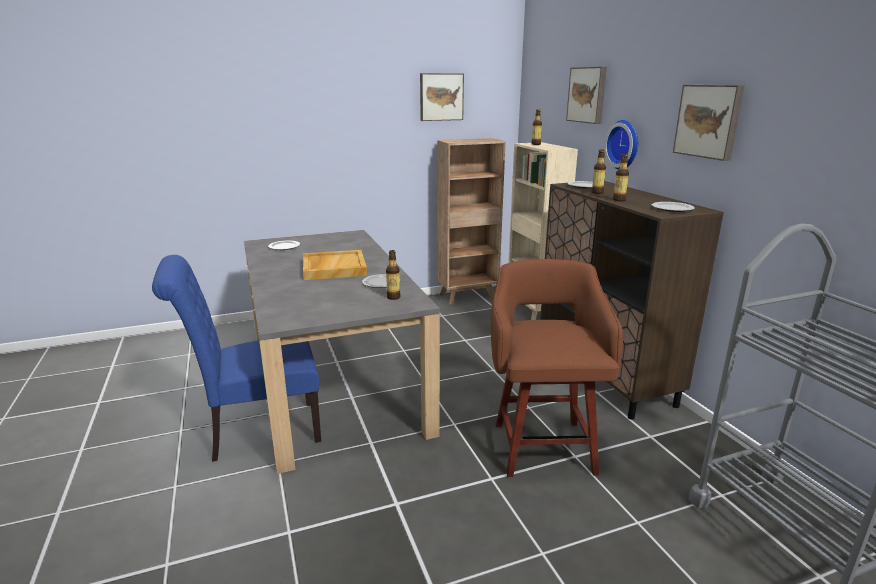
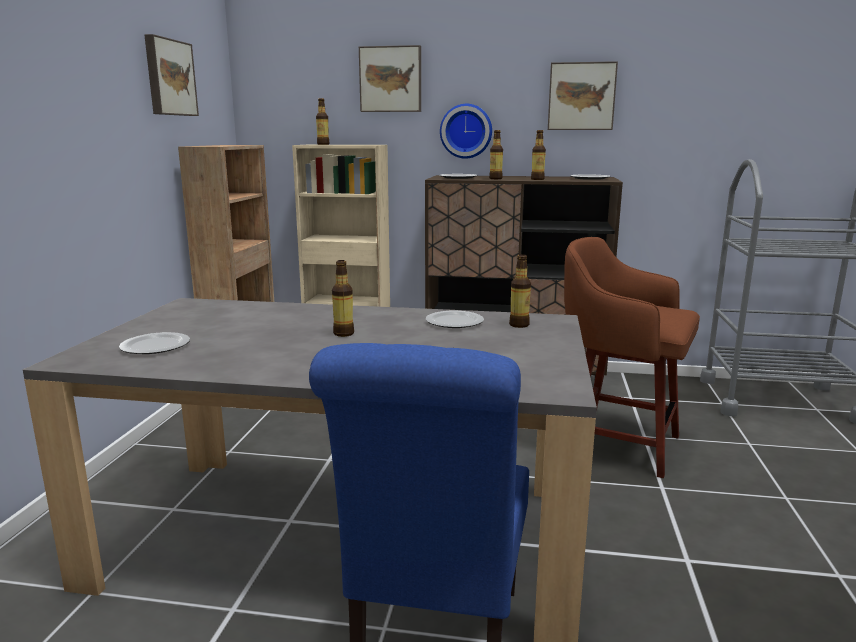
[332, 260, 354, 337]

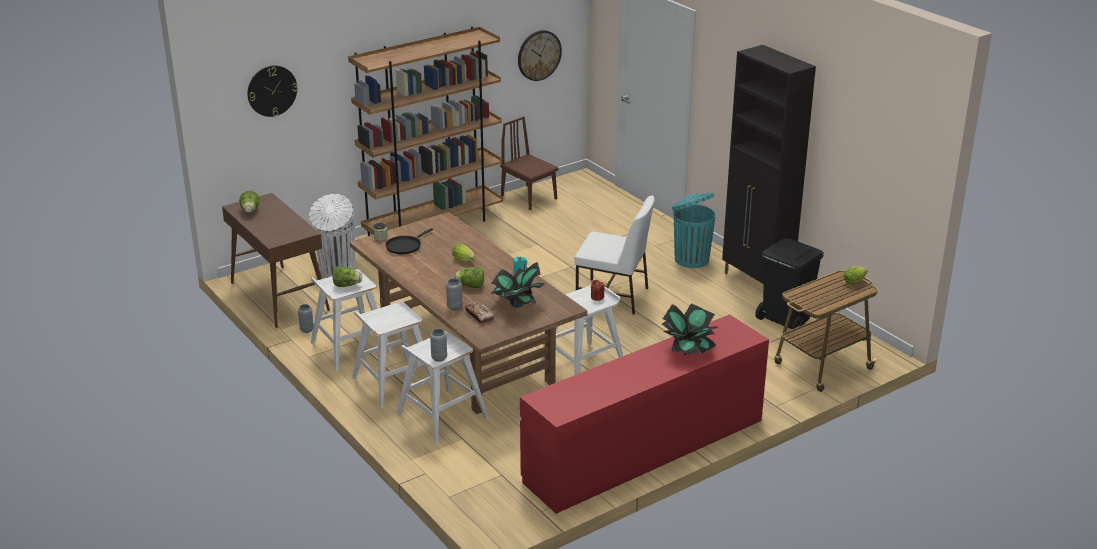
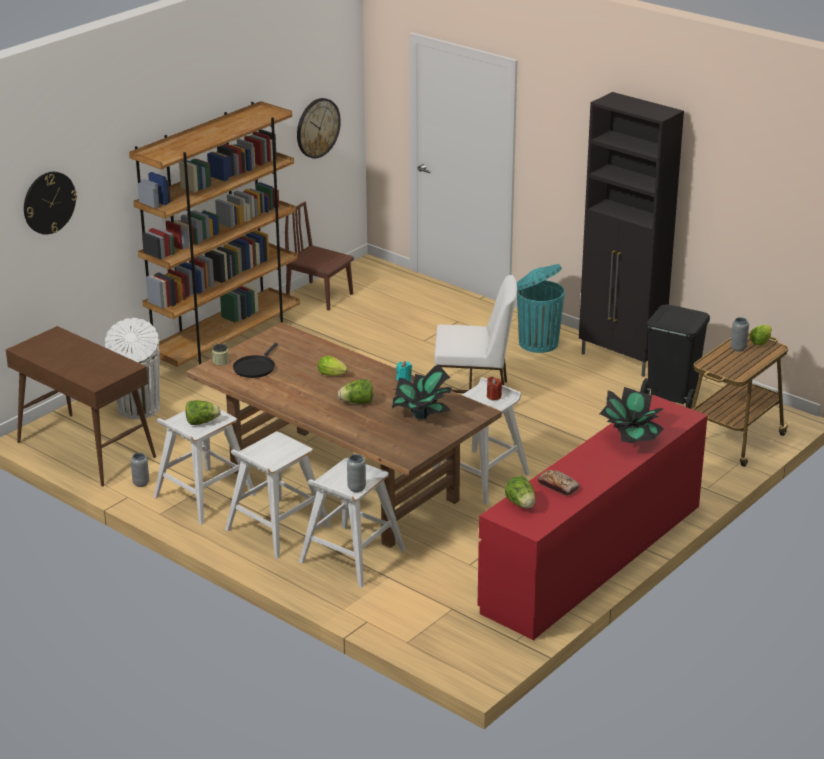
[505, 476, 535, 508]
[730, 317, 749, 352]
[537, 470, 580, 496]

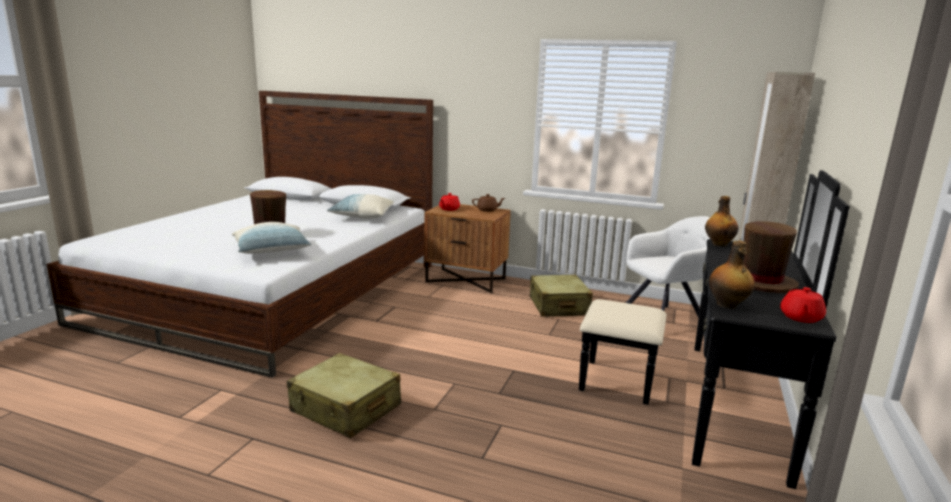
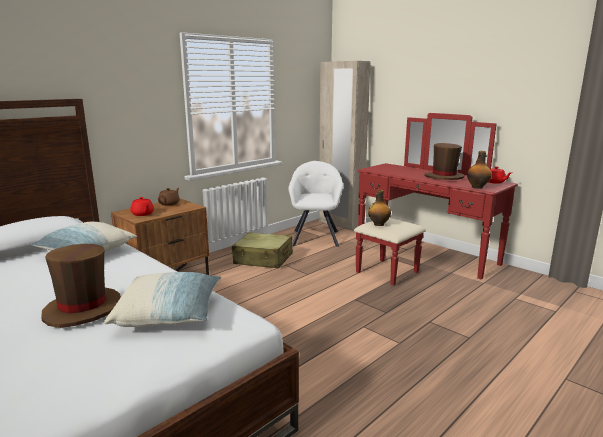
[287, 353, 401, 438] (first image)
[368, 190, 391, 226]
[354, 113, 518, 286]

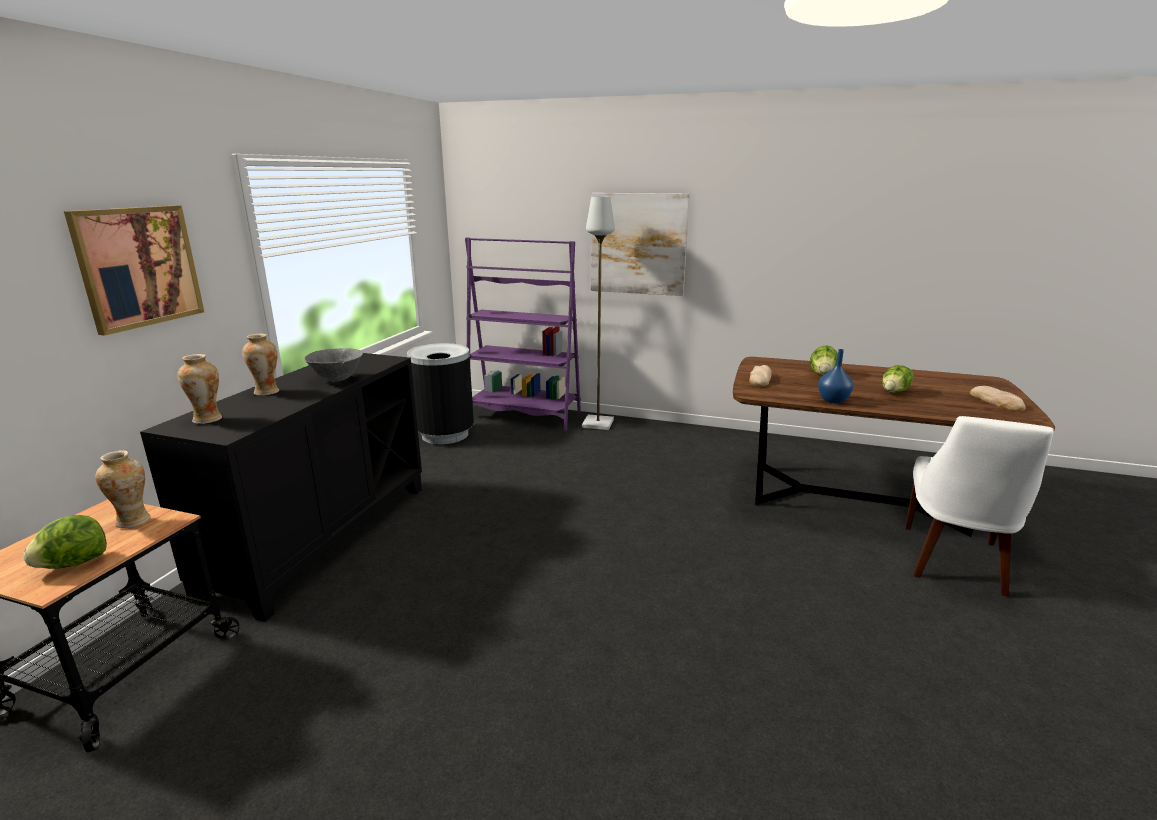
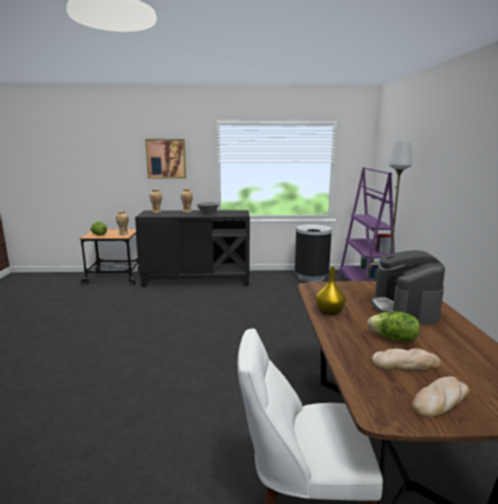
[591, 193, 690, 296] (first image)
[372, 348, 441, 371]
[371, 250, 445, 324]
[316, 266, 346, 315]

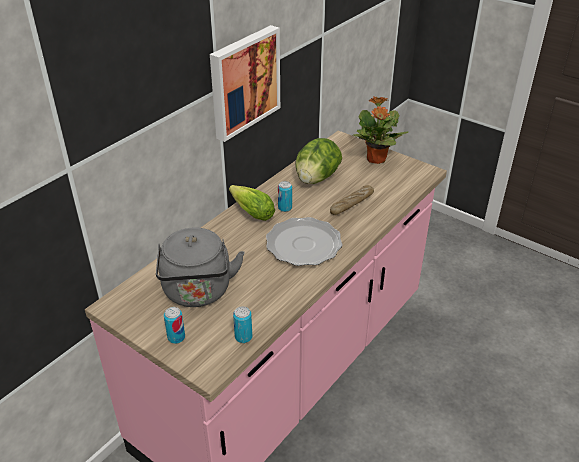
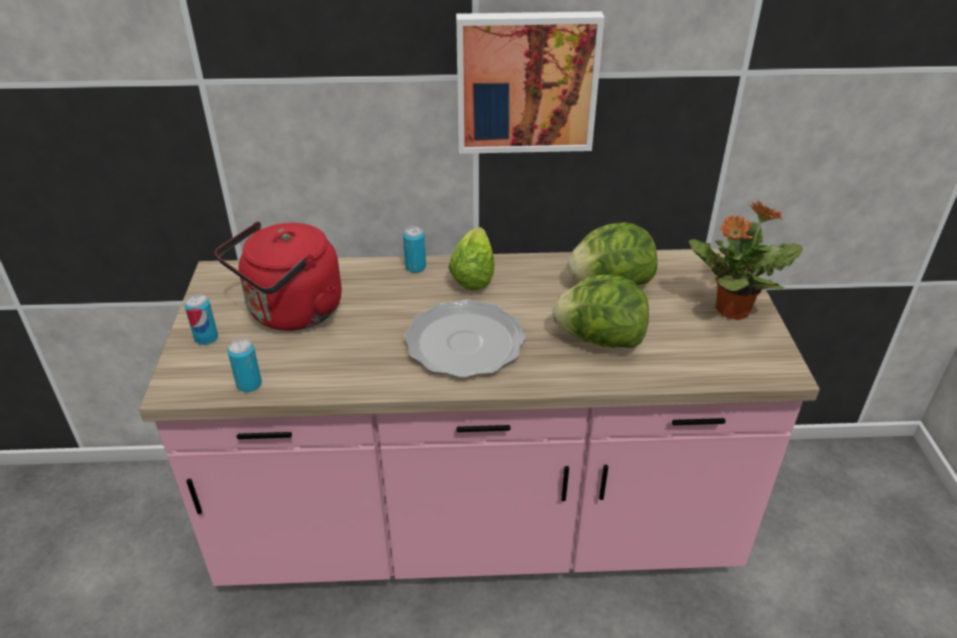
[403, 226, 426, 273]
[552, 275, 649, 348]
[215, 221, 342, 331]

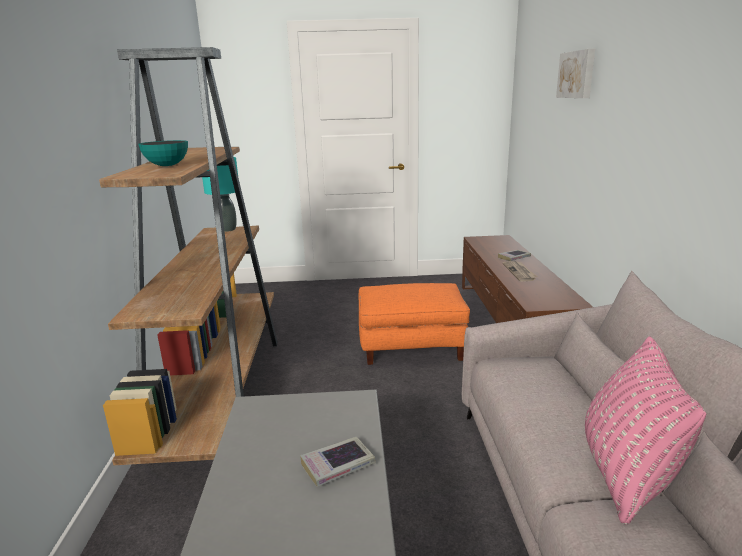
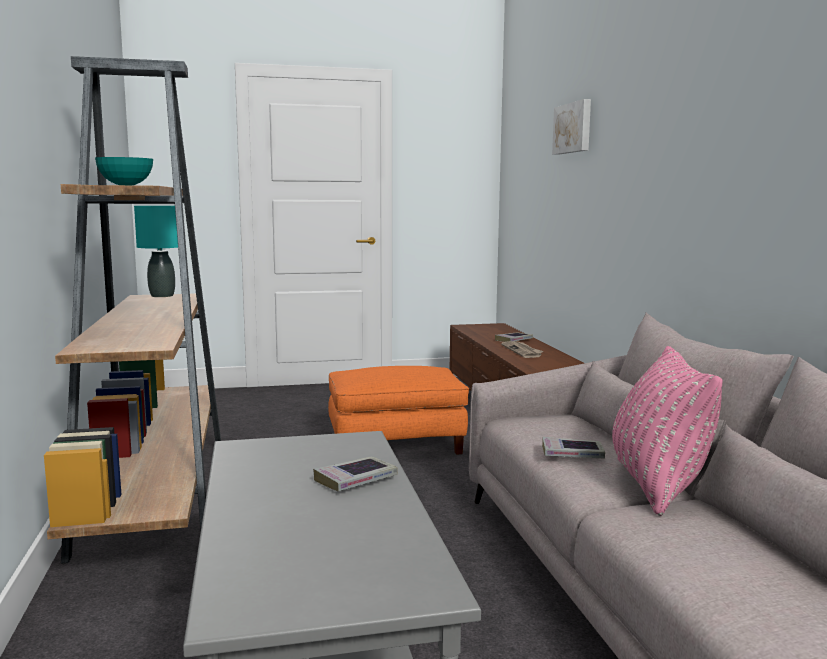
[542, 437, 605, 459]

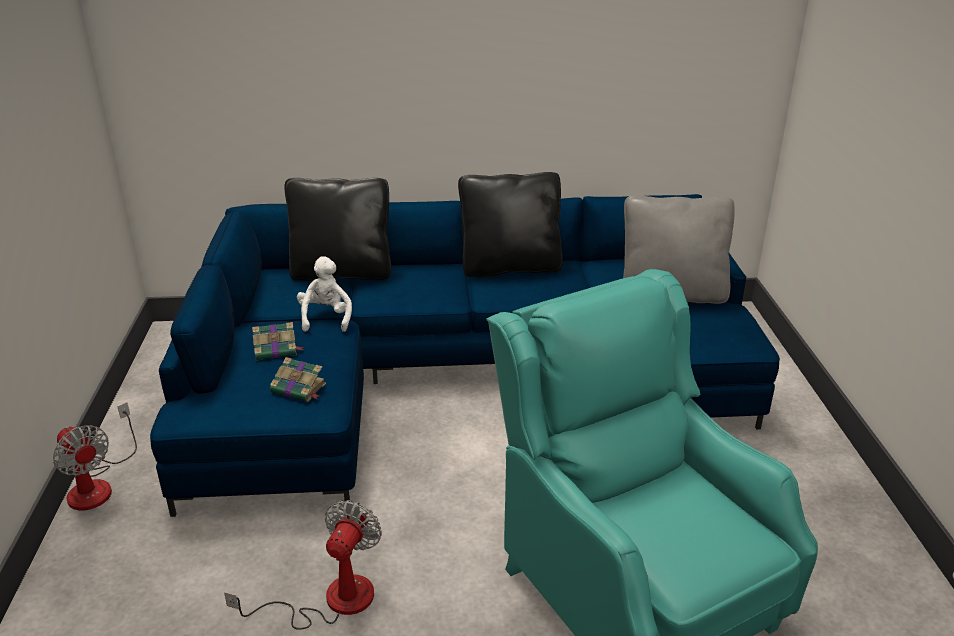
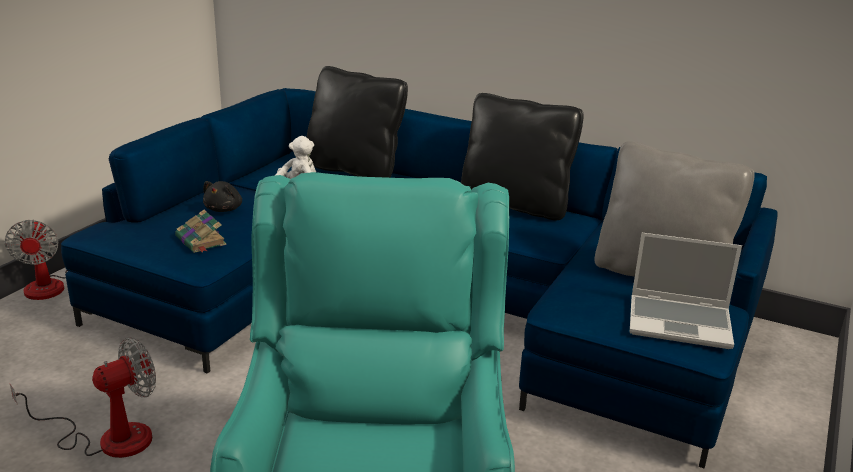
[630, 233, 742, 349]
[203, 181, 242, 212]

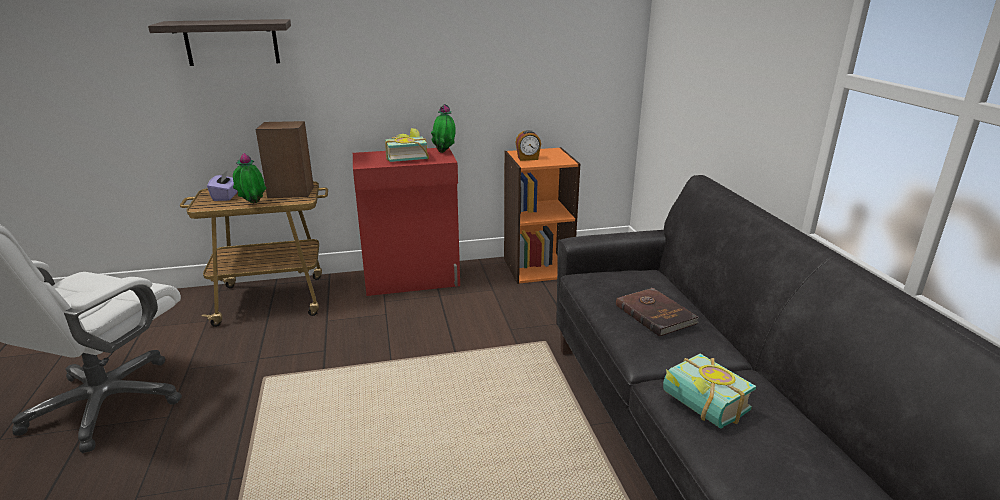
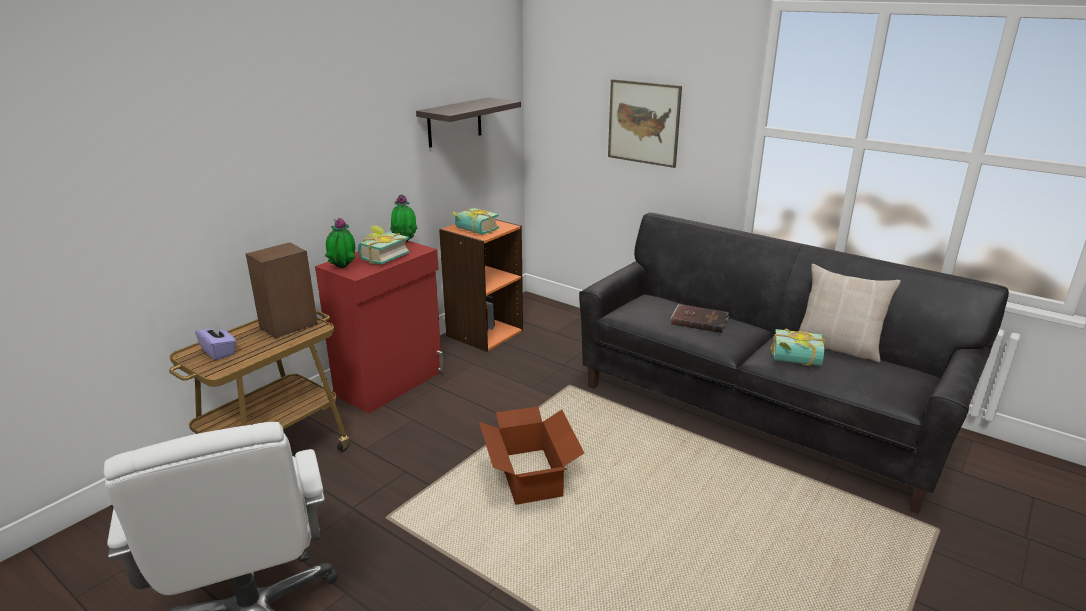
[479, 406, 584, 505]
[608, 79, 682, 168]
[799, 264, 901, 362]
[416, 97, 521, 148]
[325, 218, 356, 268]
[453, 208, 499, 235]

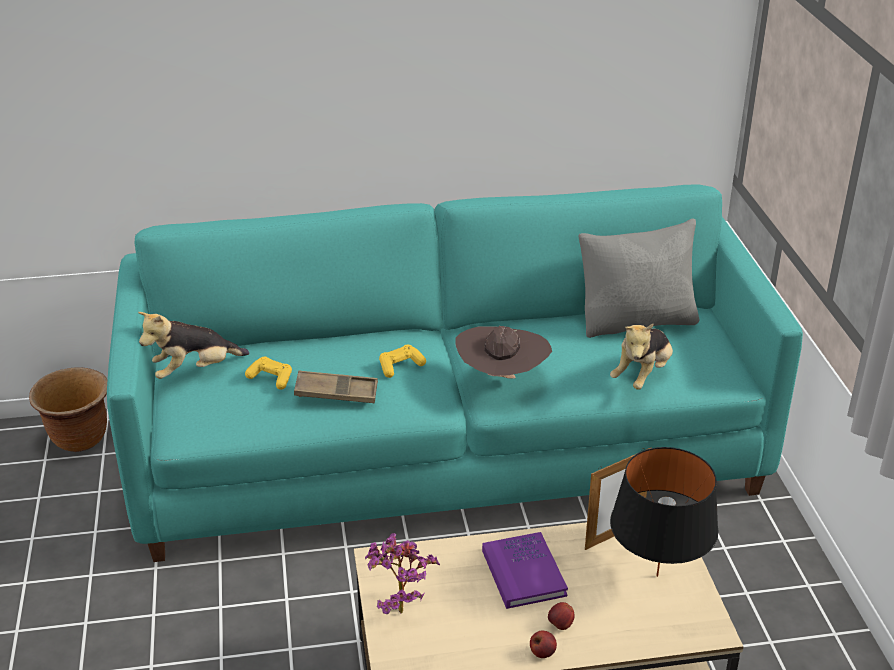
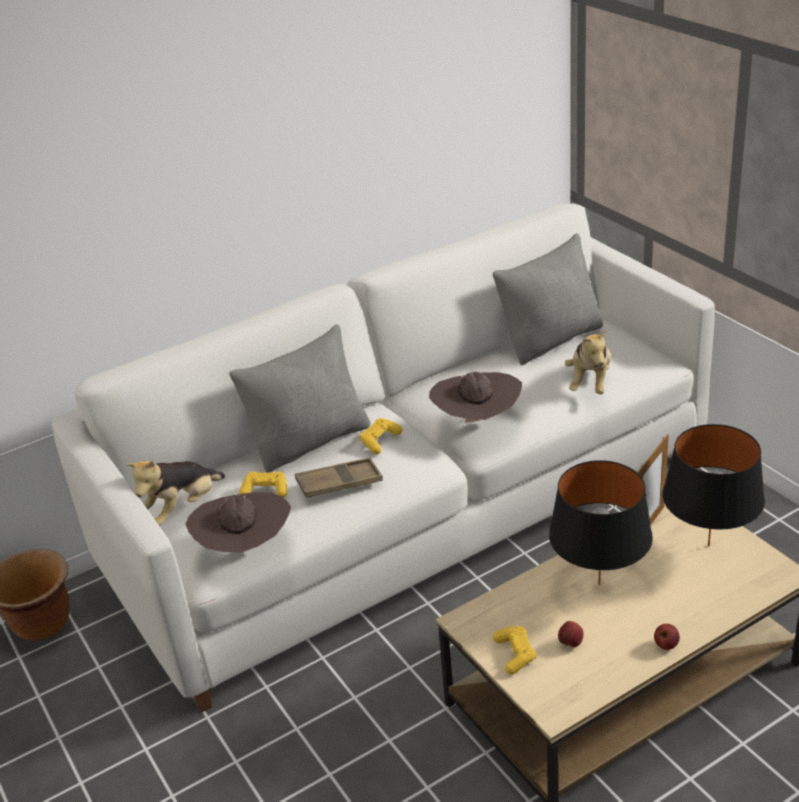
[185, 492, 291, 552]
[229, 324, 370, 473]
[558, 621, 583, 647]
[493, 626, 536, 674]
[549, 460, 653, 585]
[51, 204, 715, 713]

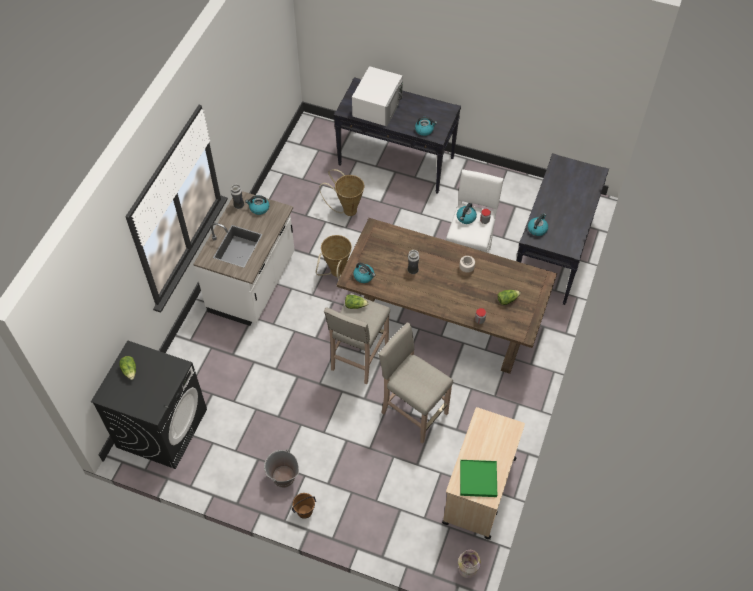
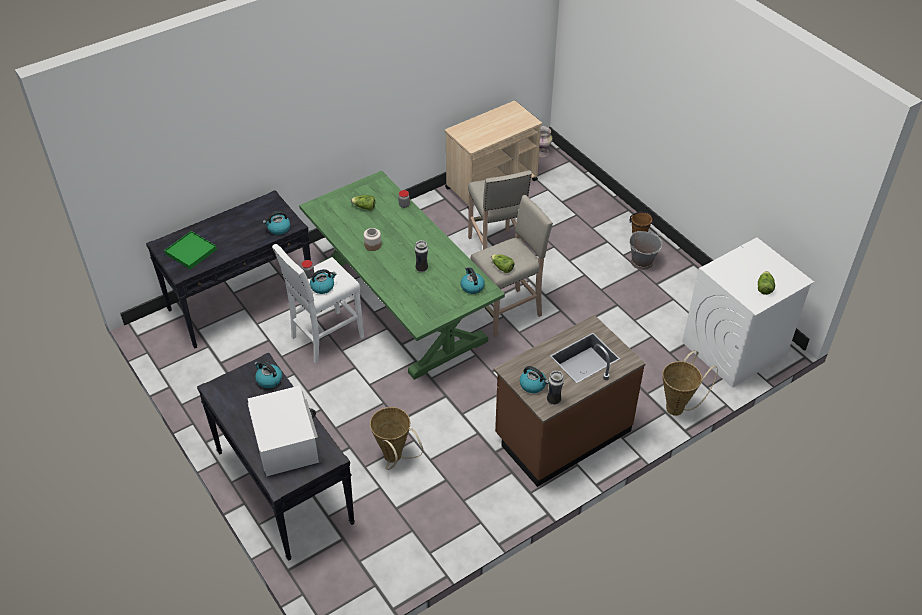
[663, 351, 718, 416]
[164, 231, 217, 269]
[682, 237, 814, 388]
[494, 315, 646, 487]
[299, 171, 505, 380]
[248, 386, 322, 477]

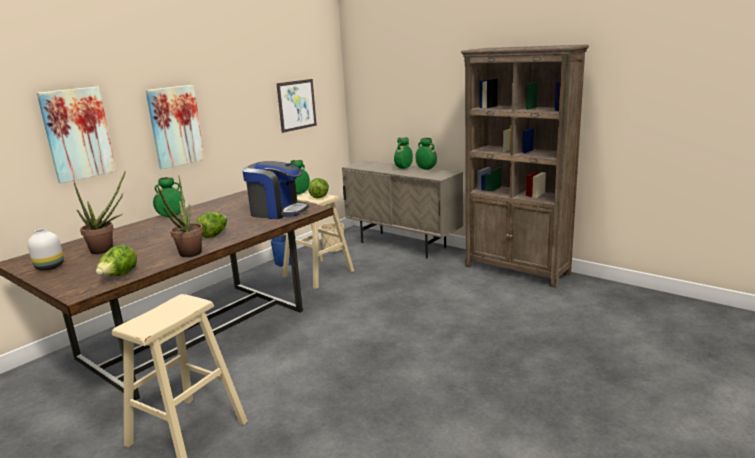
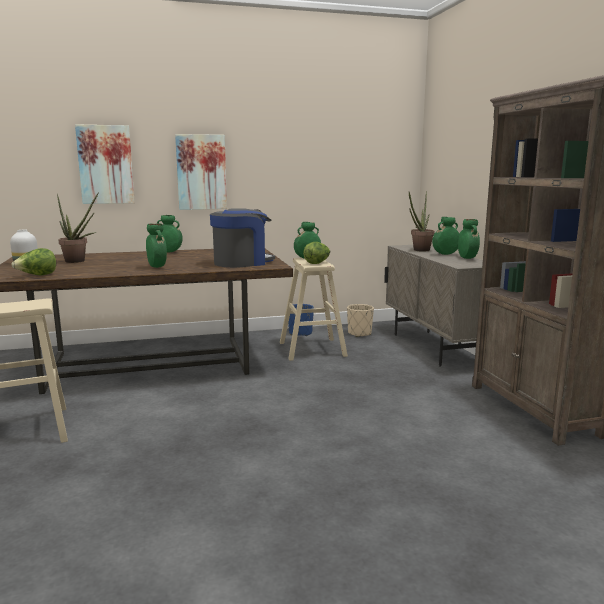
[276, 79, 317, 133] (first image)
[409, 191, 435, 251]
[146, 223, 167, 268]
[210, 208, 275, 268]

